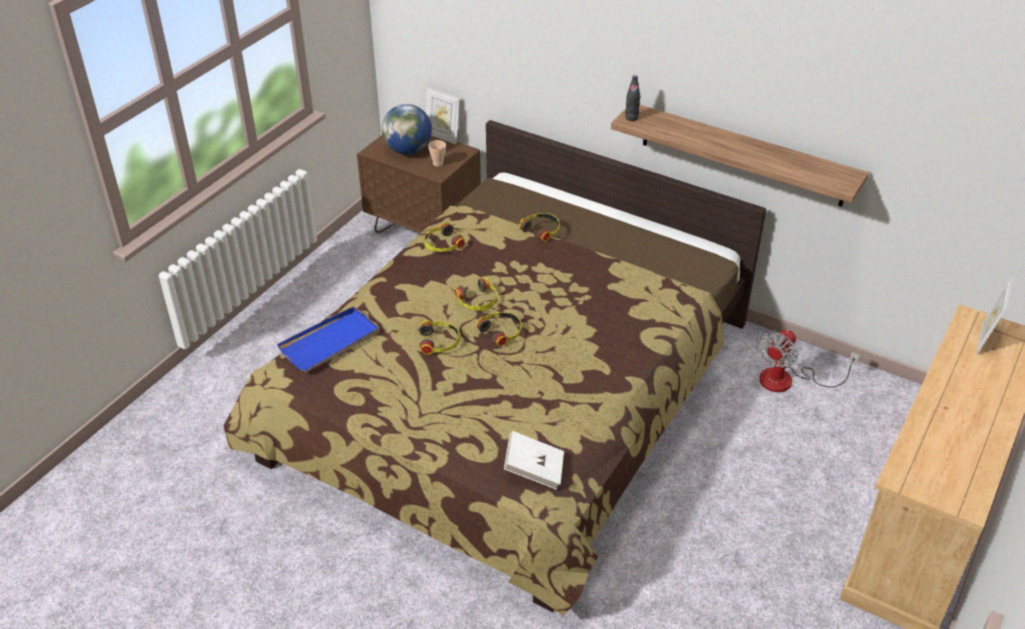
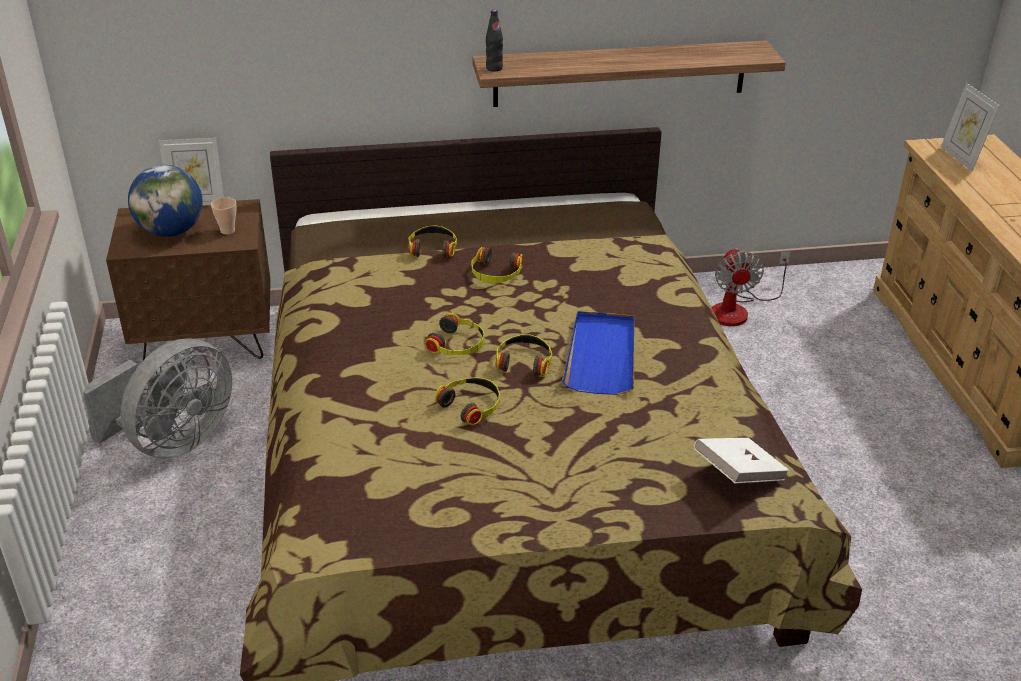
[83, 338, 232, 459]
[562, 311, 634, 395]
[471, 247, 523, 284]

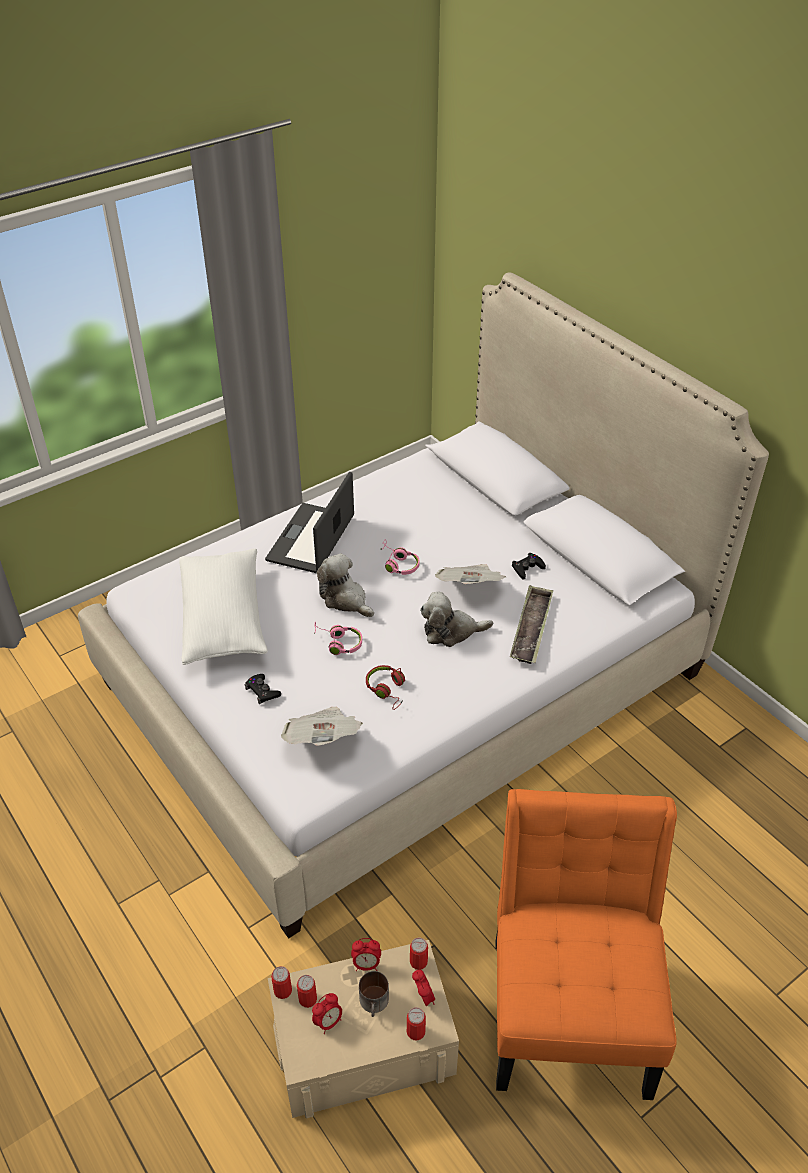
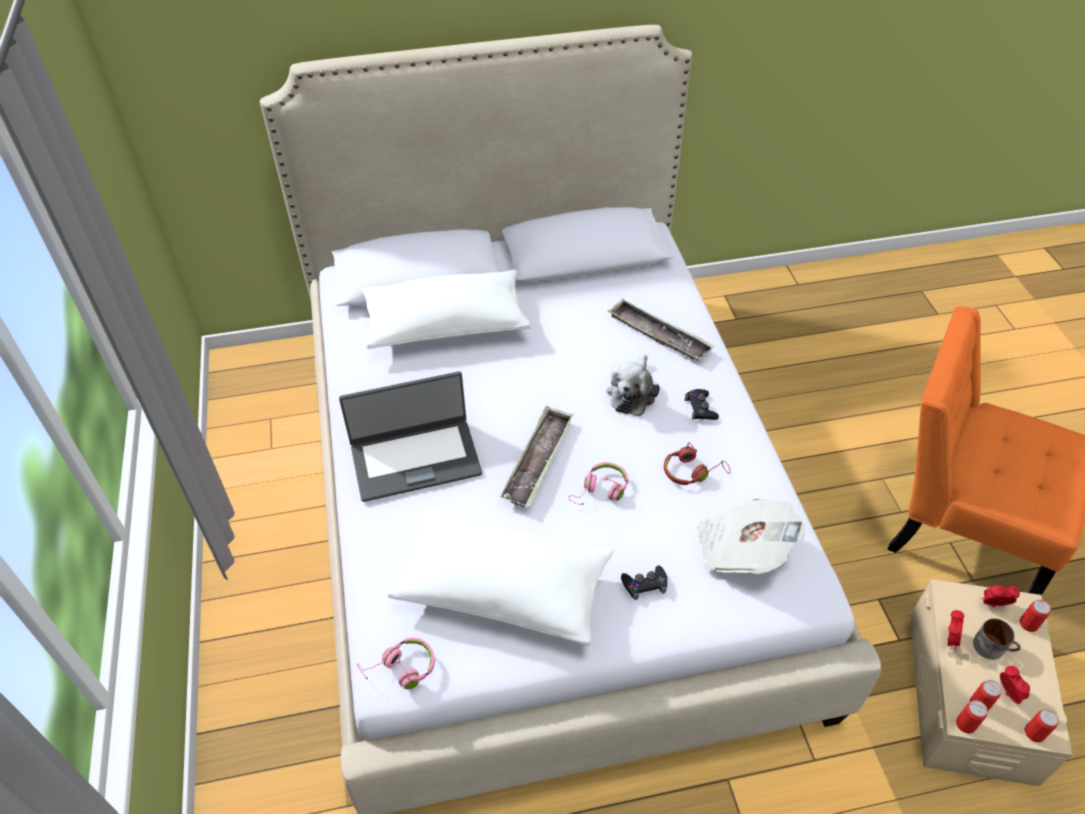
[435, 564, 506, 584] (first image)
[362, 269, 531, 349]
[357, 638, 435, 689]
[1025, 709, 1059, 743]
[685, 389, 719, 420]
[500, 406, 573, 507]
[339, 371, 482, 502]

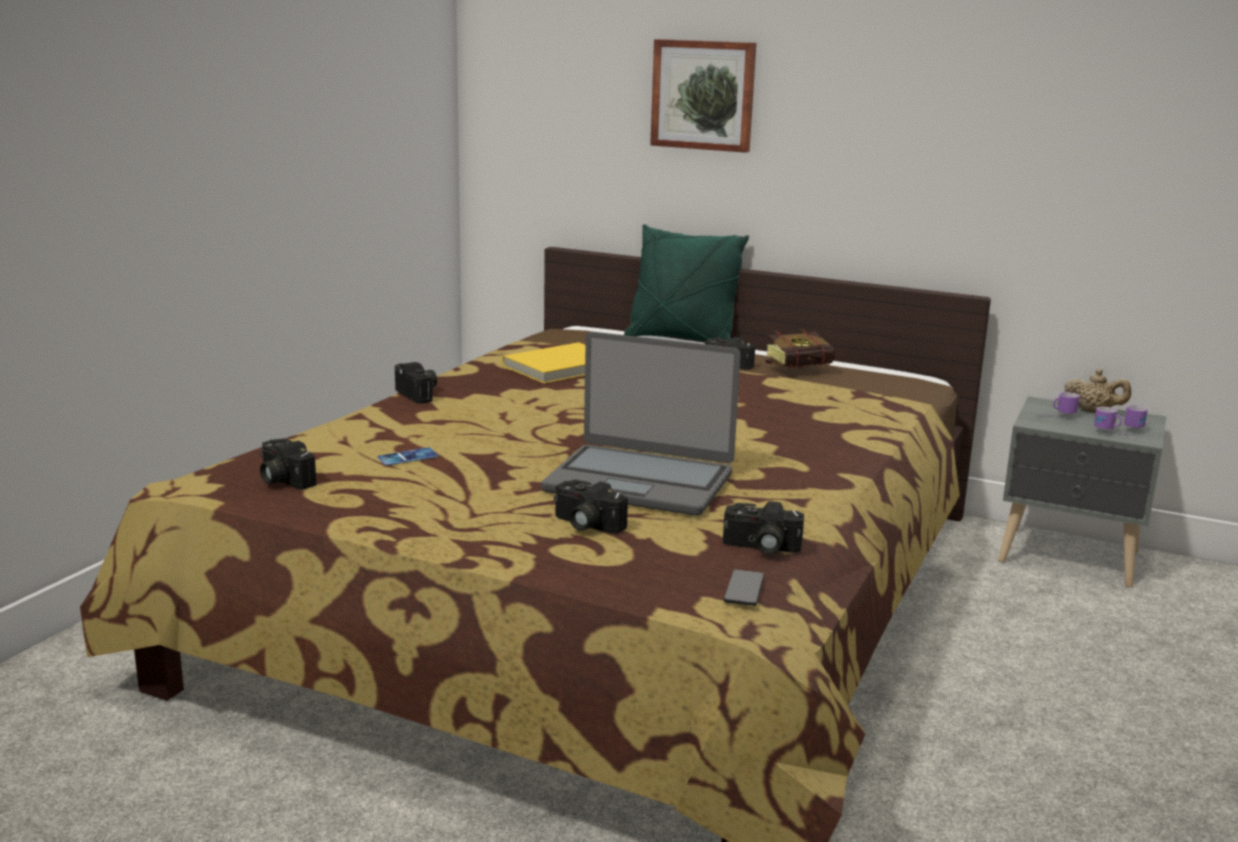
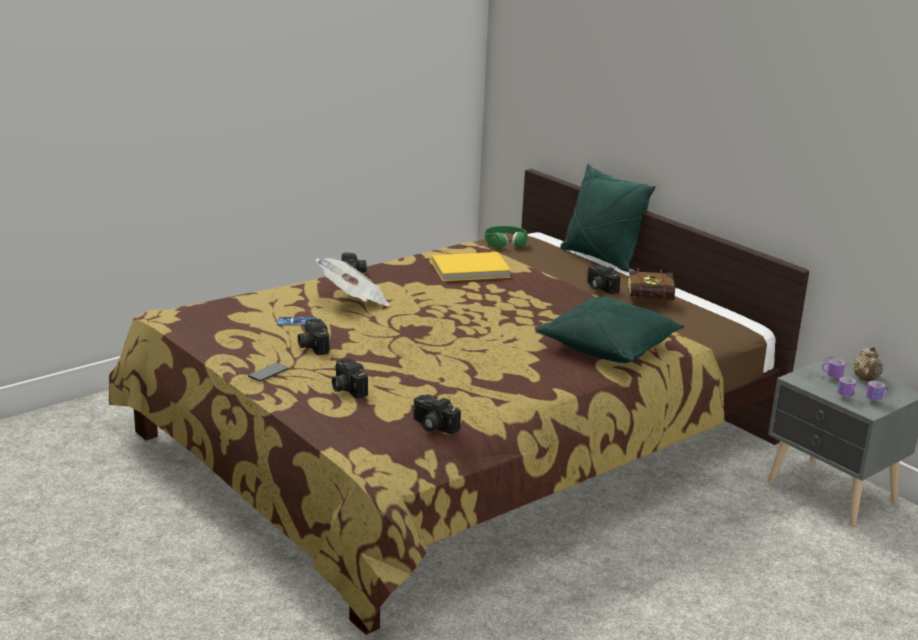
[541, 331, 741, 516] (first image)
[650, 39, 756, 153] (first image)
[315, 258, 390, 306]
[485, 226, 528, 249]
[536, 297, 685, 363]
[298, 318, 329, 355]
[248, 363, 289, 382]
[853, 346, 883, 381]

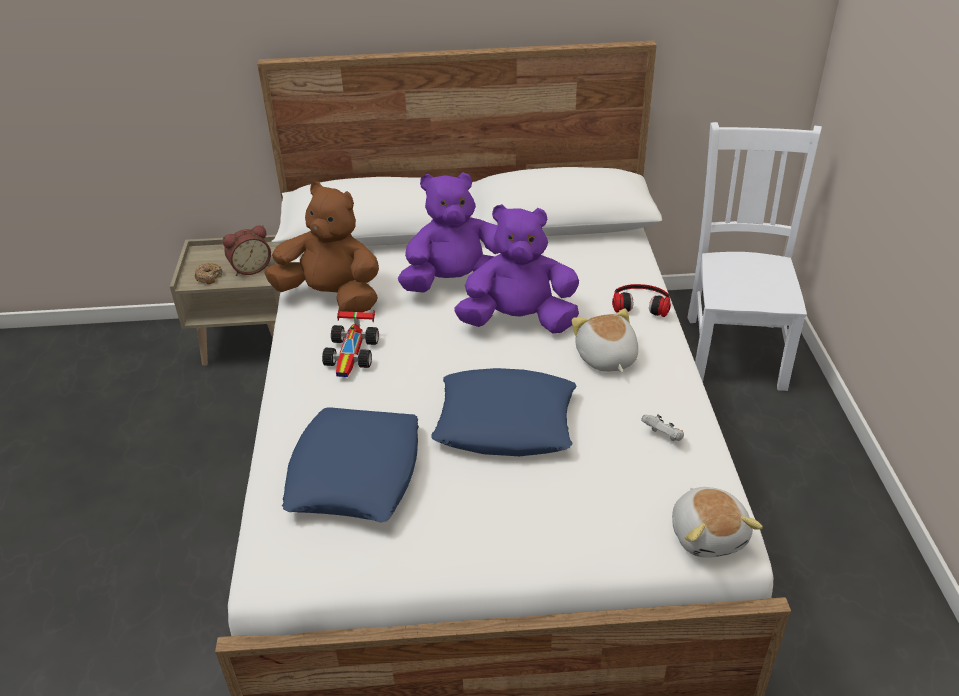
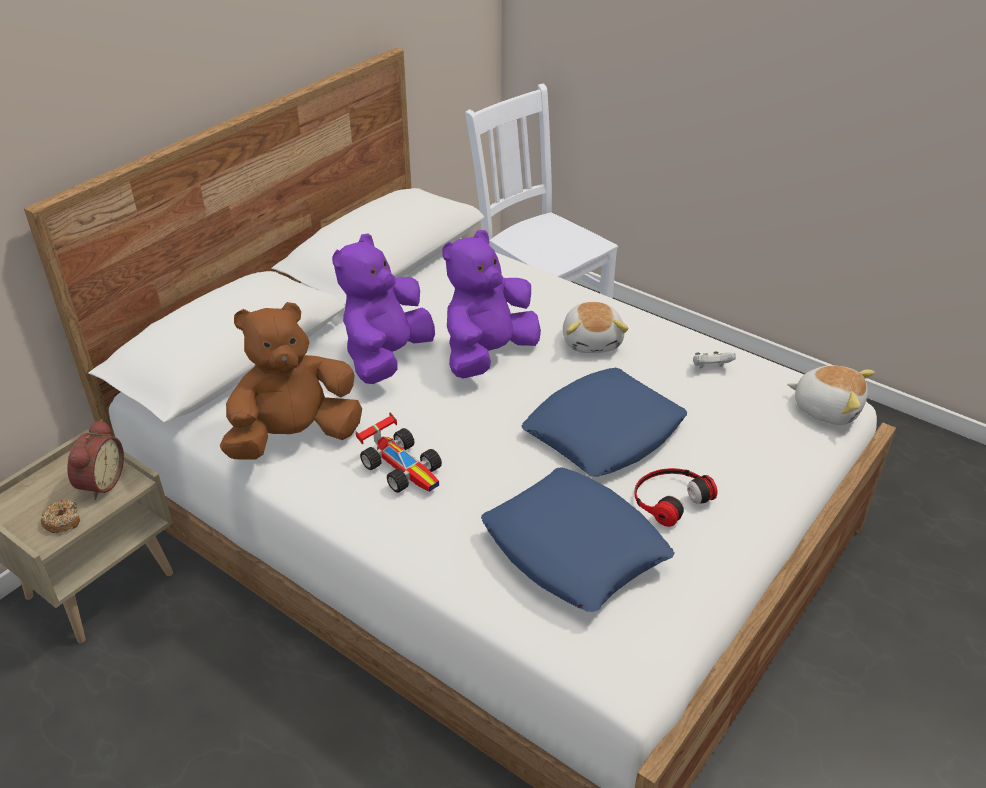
[634, 468, 718, 527]
[563, 302, 629, 353]

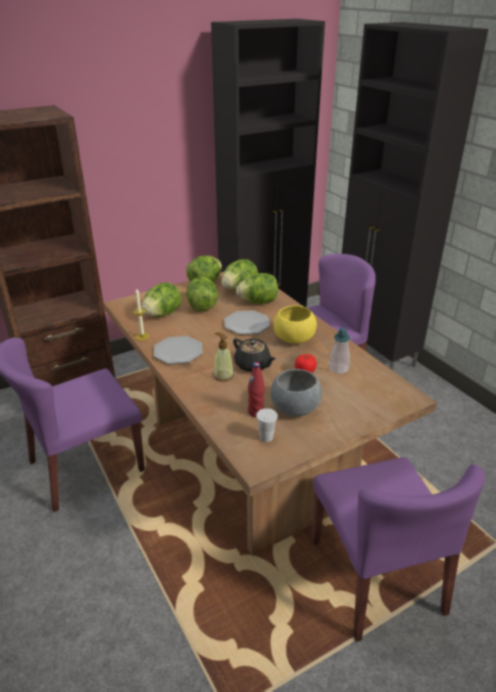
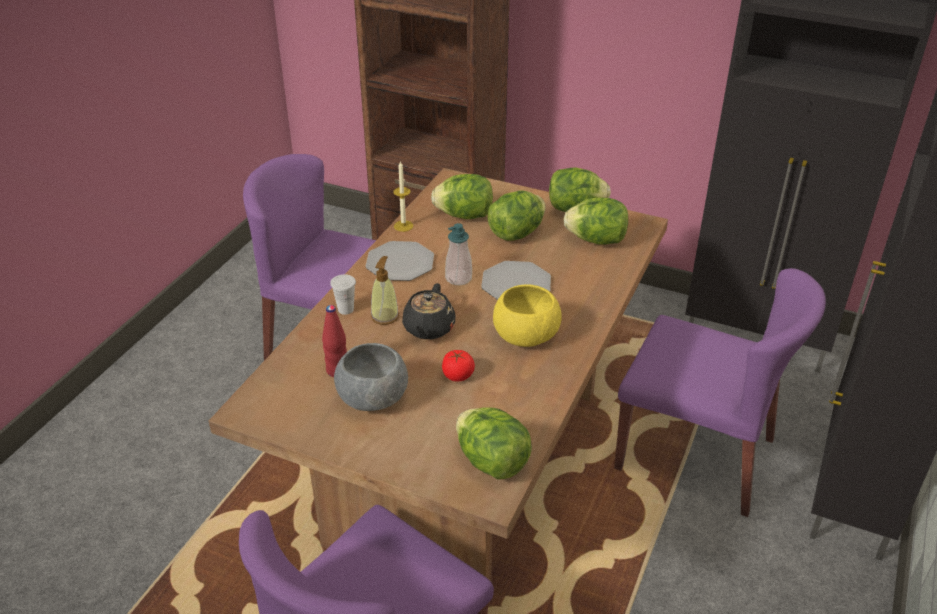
[456, 407, 532, 480]
[330, 274, 356, 315]
[445, 223, 472, 285]

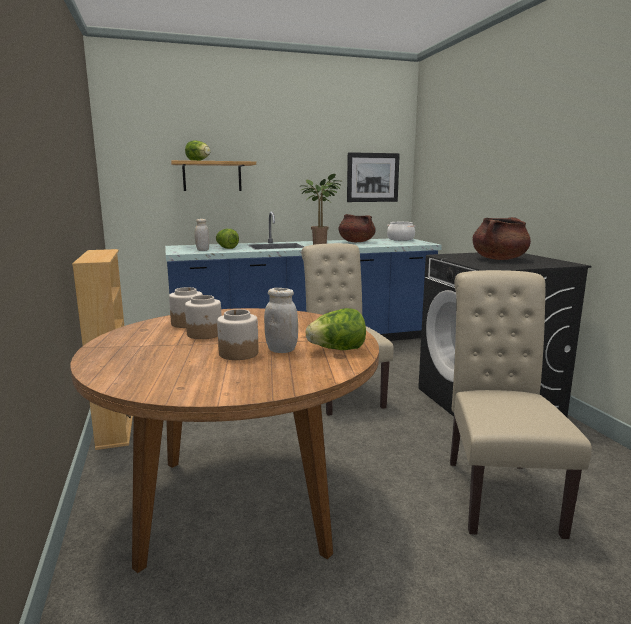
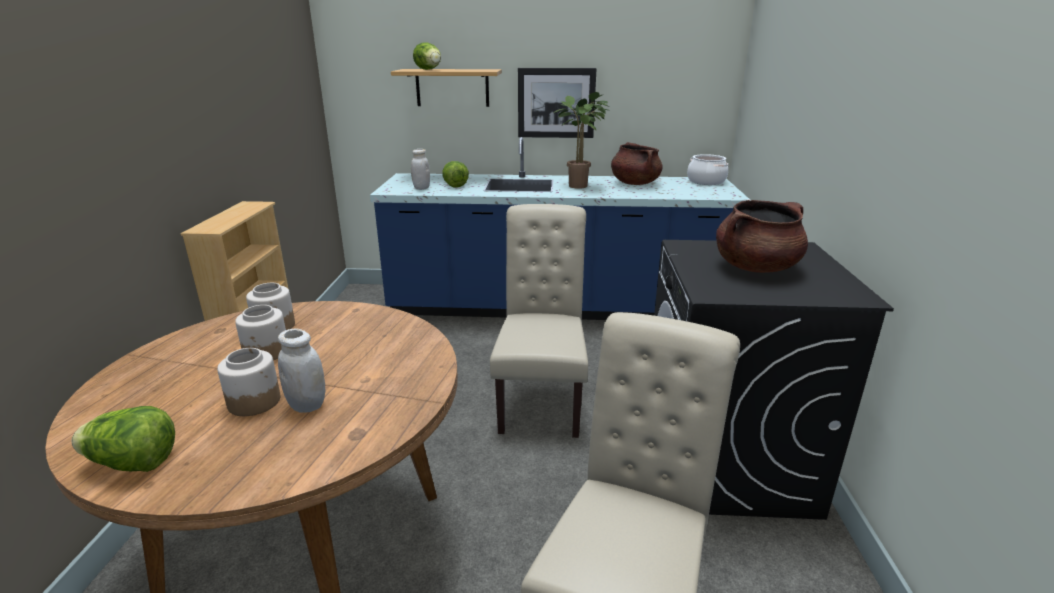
[71, 406, 175, 472]
[518, 68, 596, 138]

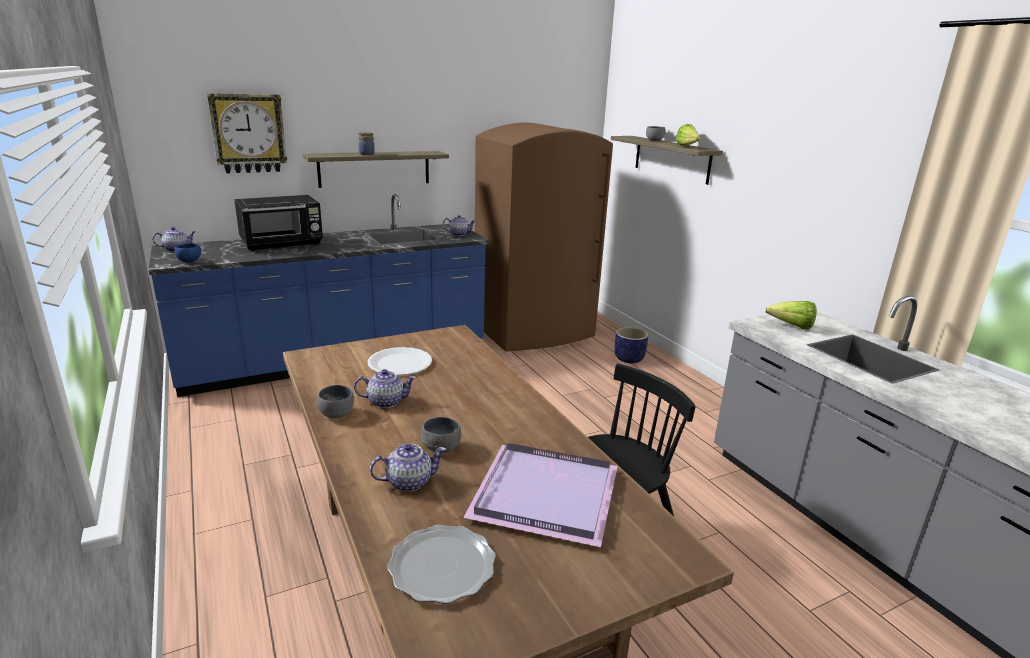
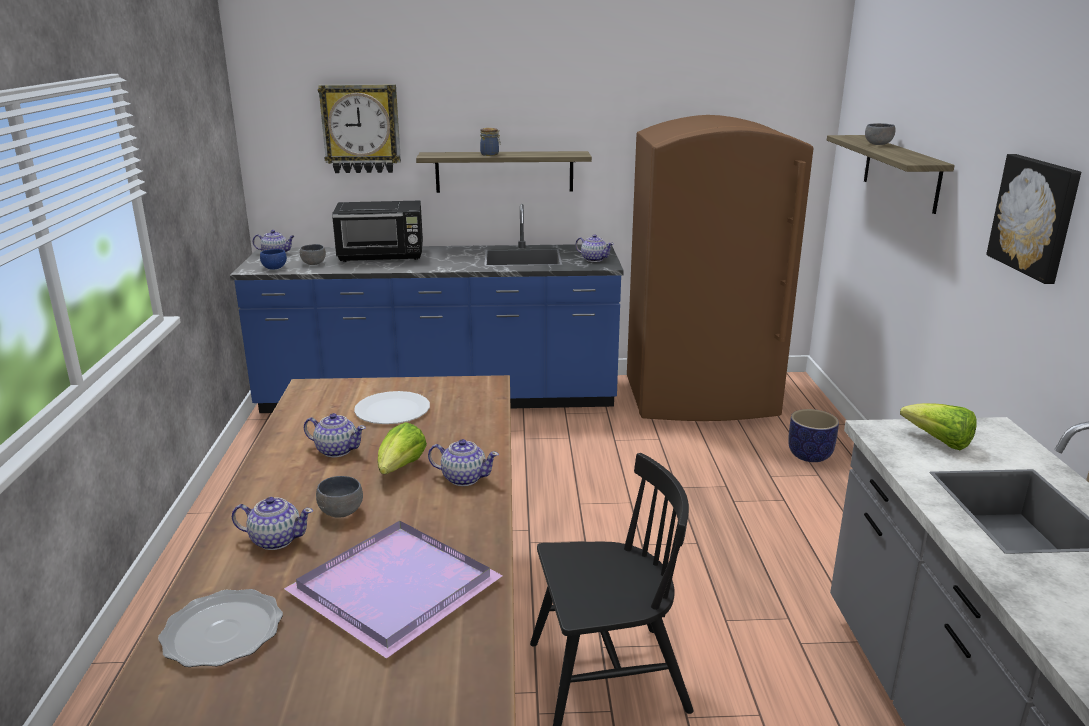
[428, 439, 499, 486]
[986, 154, 1081, 284]
[300, 244, 326, 265]
[377, 422, 427, 474]

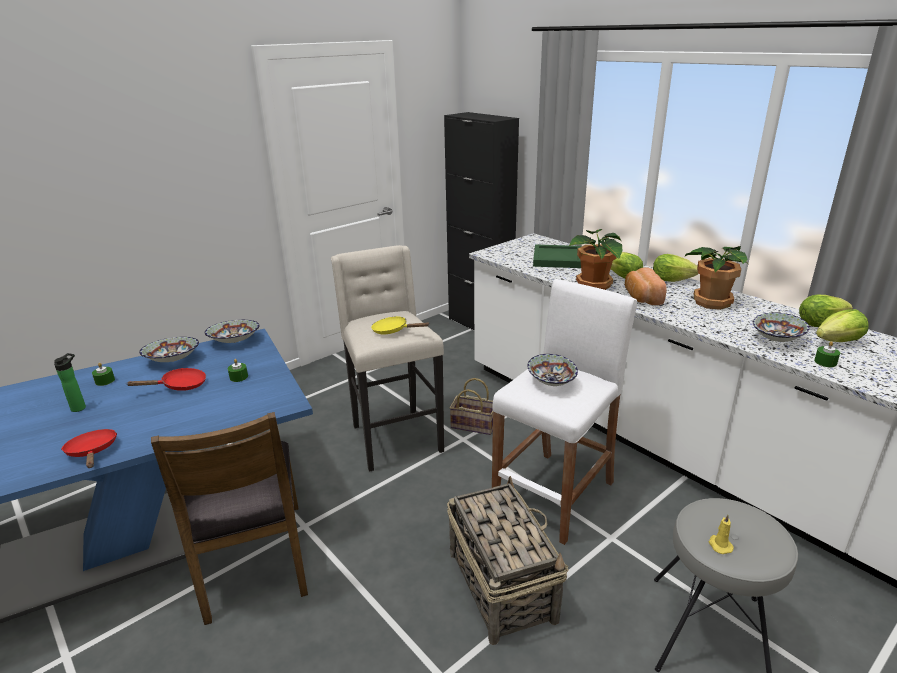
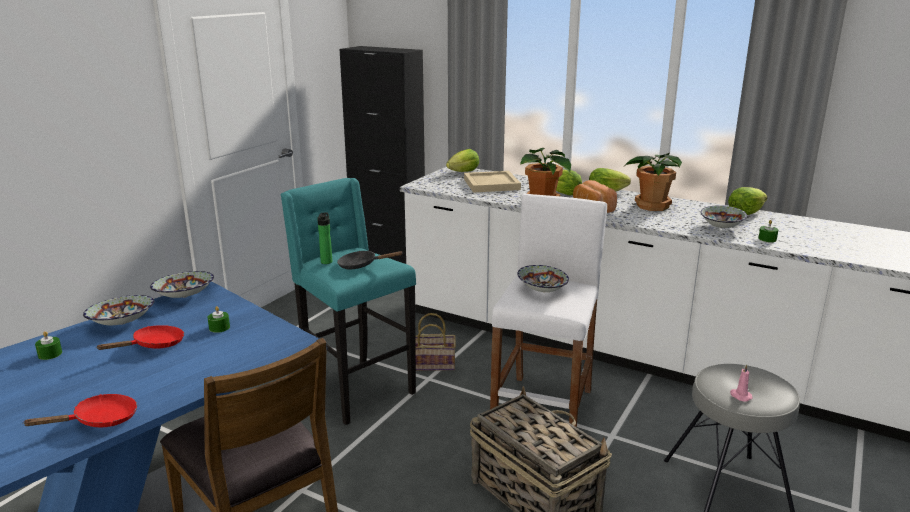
[317, 213, 332, 264]
[446, 149, 479, 172]
[280, 178, 416, 425]
[337, 251, 402, 269]
[464, 171, 521, 193]
[730, 364, 752, 402]
[22, 394, 137, 427]

